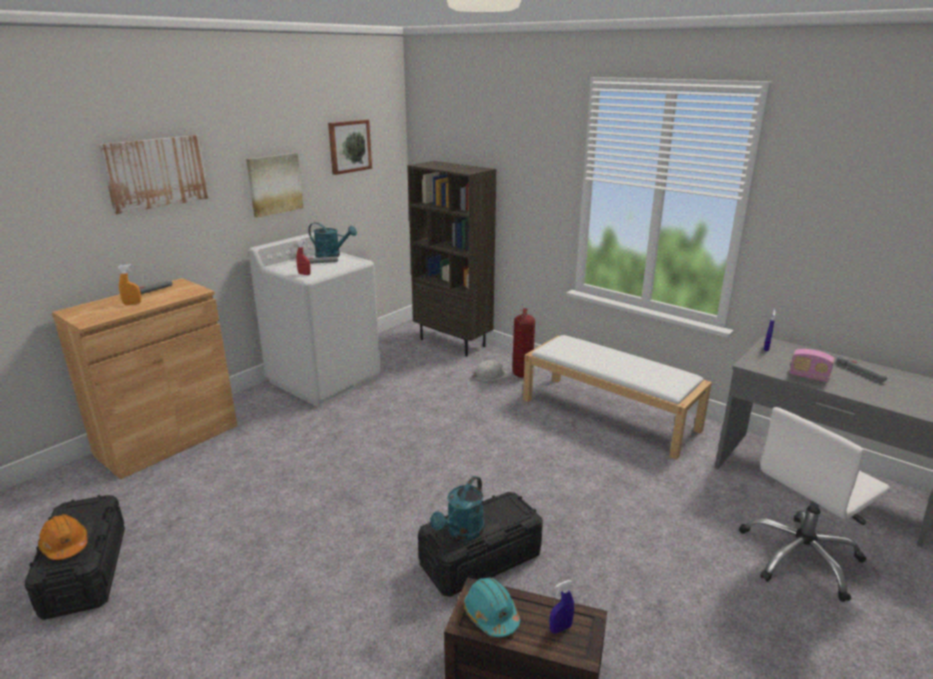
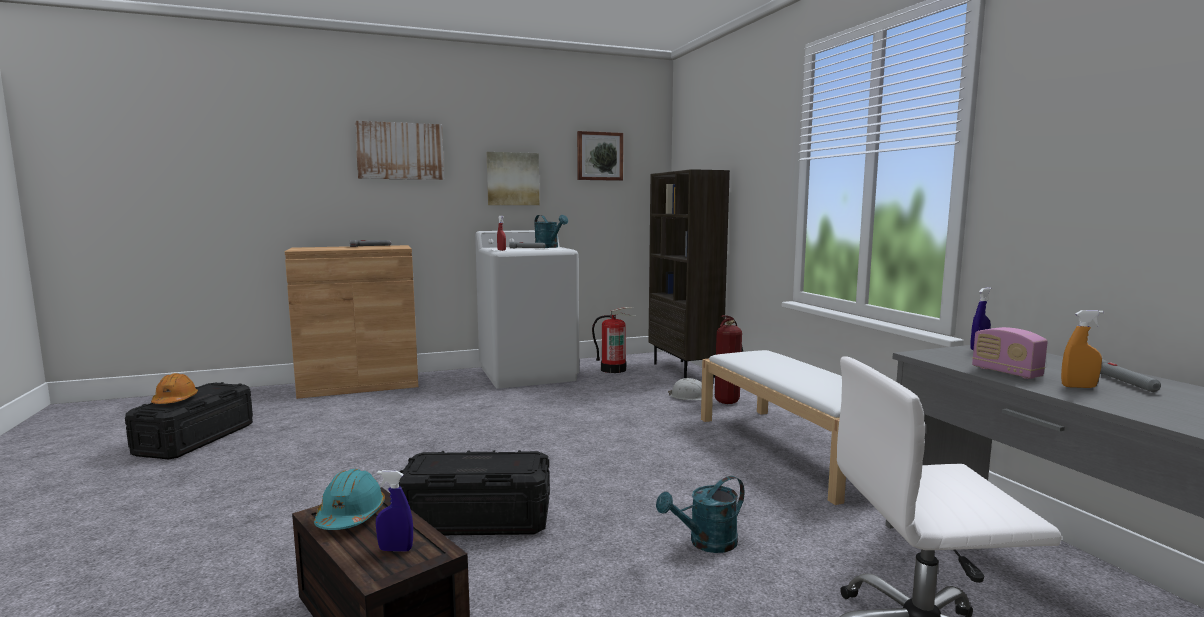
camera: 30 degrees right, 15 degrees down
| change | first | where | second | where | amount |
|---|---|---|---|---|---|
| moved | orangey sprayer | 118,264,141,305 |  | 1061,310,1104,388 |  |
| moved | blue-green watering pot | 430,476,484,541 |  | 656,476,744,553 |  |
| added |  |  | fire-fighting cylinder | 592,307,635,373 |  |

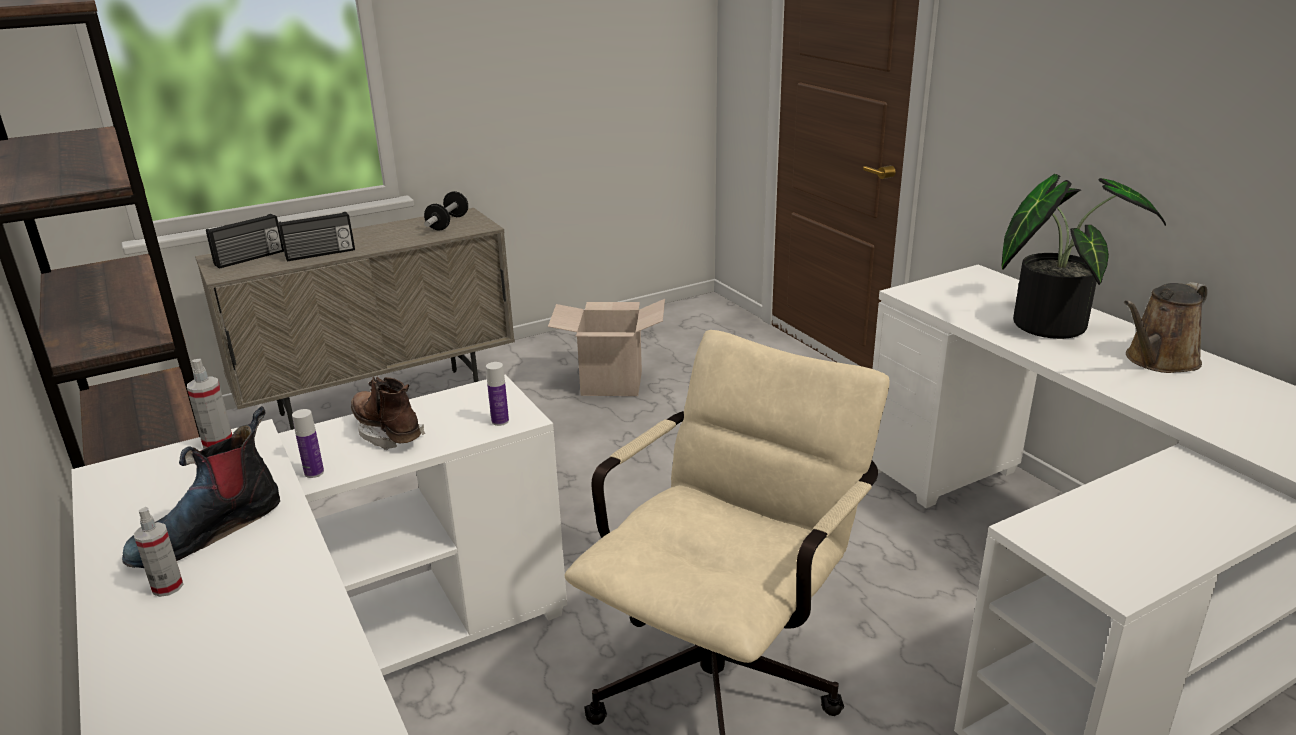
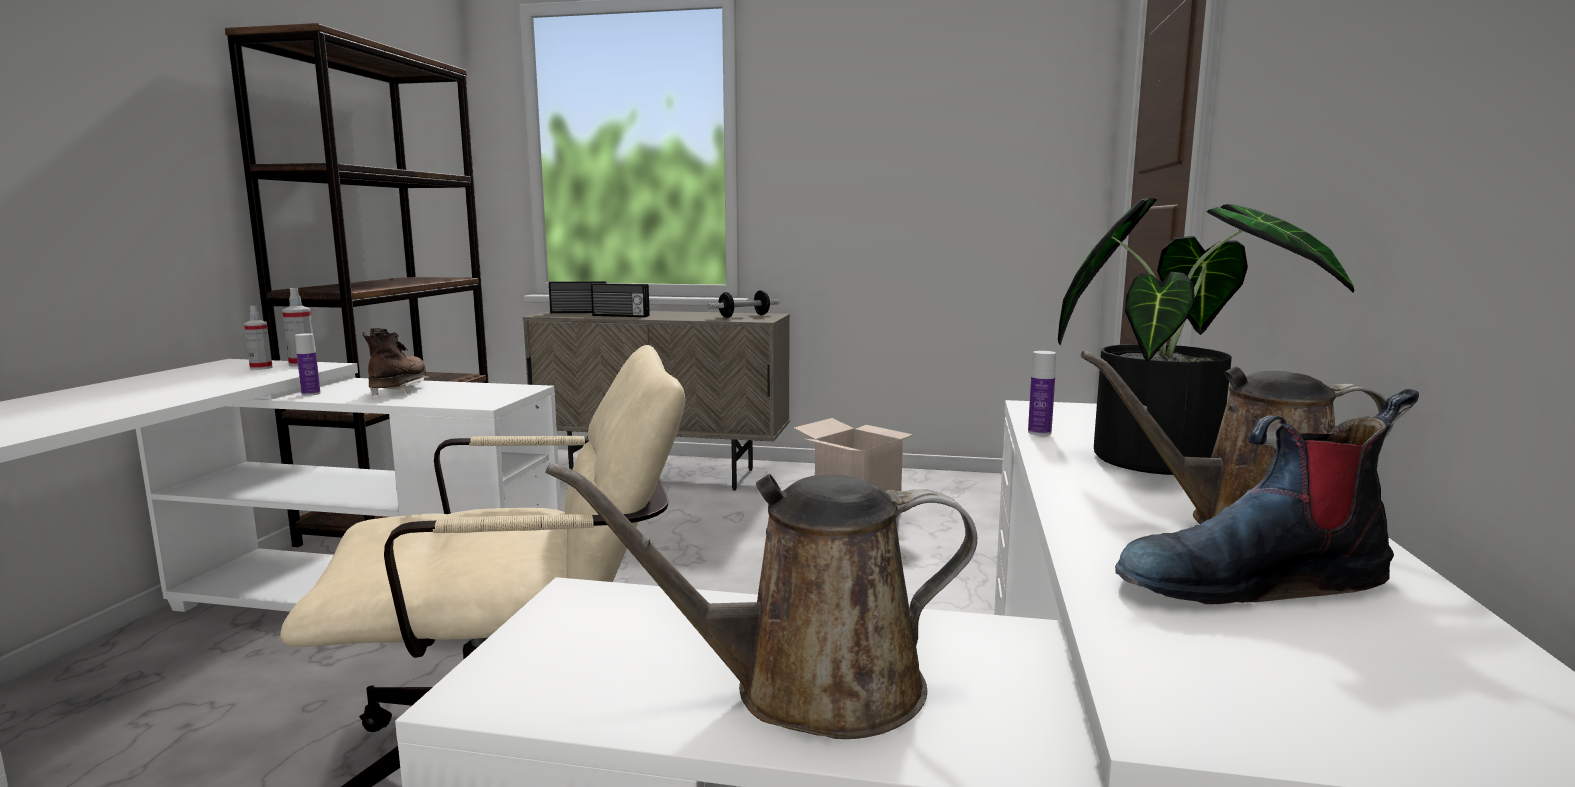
camera: 40 degrees right, 15 degrees down
| change | first | where | second | where | amount |
|---|---|---|---|---|---|
| moved | high-top boot | 122,406,280,568 |  | 1115,389,1419,604 |  |
| moved | sprayer | 134,507,183,597 |  | 244,305,273,370 |  |
| moved | beverage bottle | 486,362,509,426 |  | 1028,351,1056,436 |  |
| added |  |  | brown-coloured watering pot | 545,462,977,739 |  |

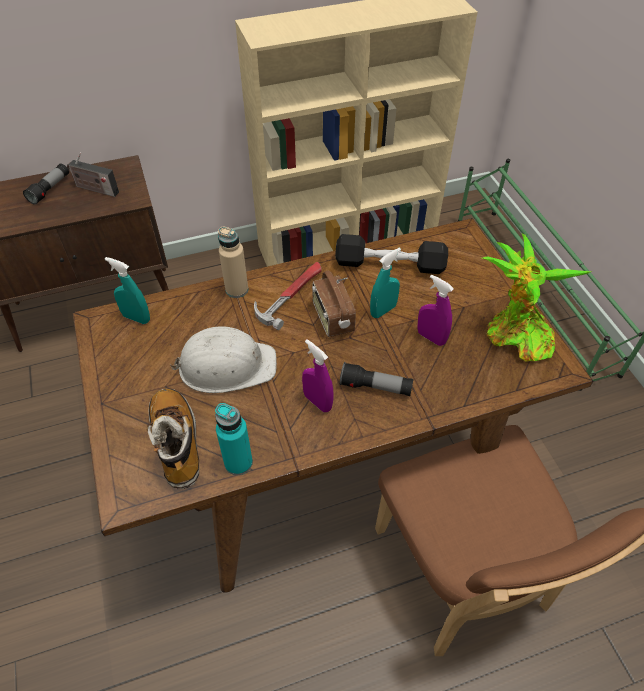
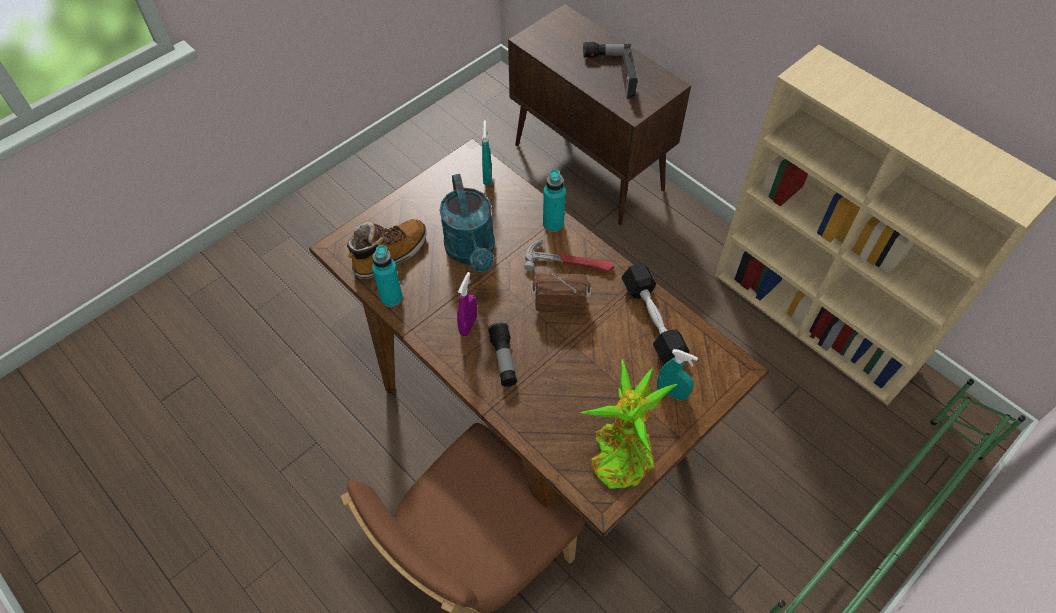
camera: 65 degrees right, 5 degrees up
| change | first | where | second | where | amount |
|---|---|---|---|---|---|
| replaced | white safety helmet | 170,326,277,393 | blue-green watering pot | 439,174,495,272 |  |
| recoloured | sand-coloured beverage bottle | 218,227,248,298 | blue-green beverage bottle | 543,169,566,232 |  |
| turned | radio | 312,271,356,337 |  | 531,273,591,313 | 45 degrees clockwise |
| moved | blue-green sprayer | 370,248,401,318 |  | 657,349,698,401 |  |
| removed | purple sprayer | 417,275,454,346 |  |  |  |

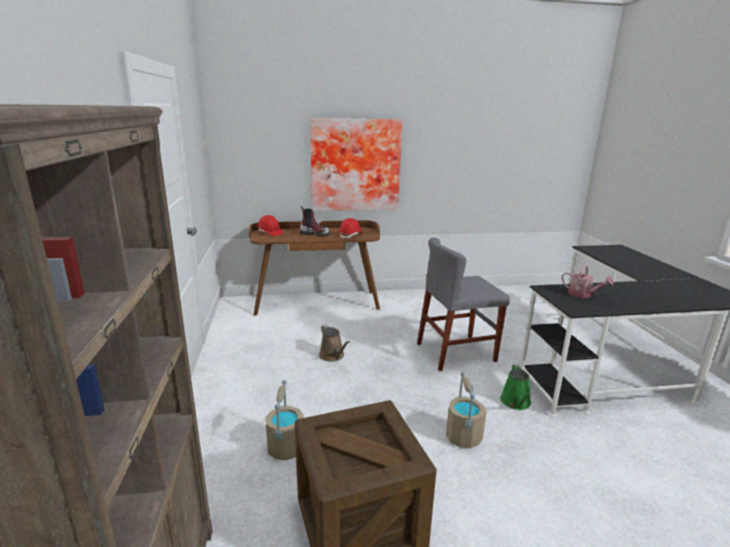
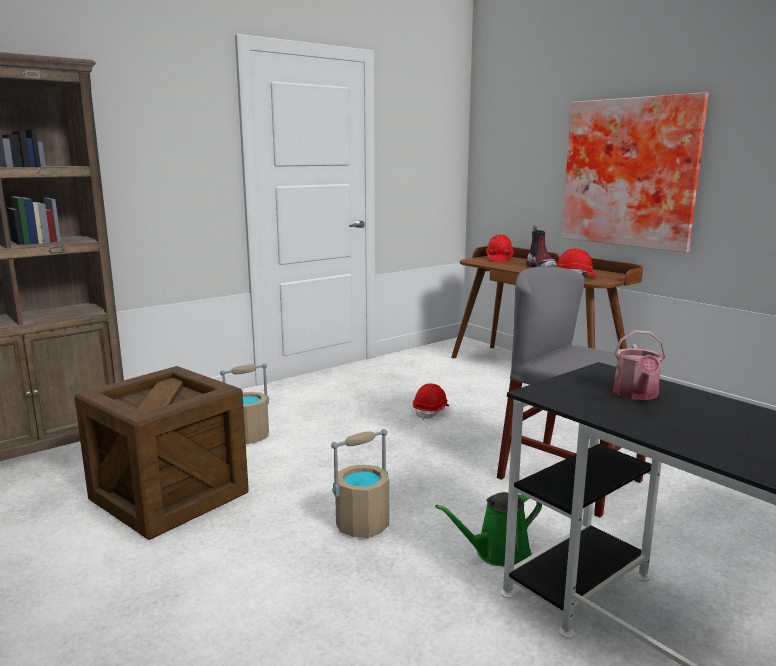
camera: 60 degrees right, 5 degrees down
| change | first | where | second | where | amount |
|---|---|---|---|---|---|
| replaced | brown-coloured watering pot | 319,325,350,362 | reddish safety helmet | 413,383,449,420 |  |

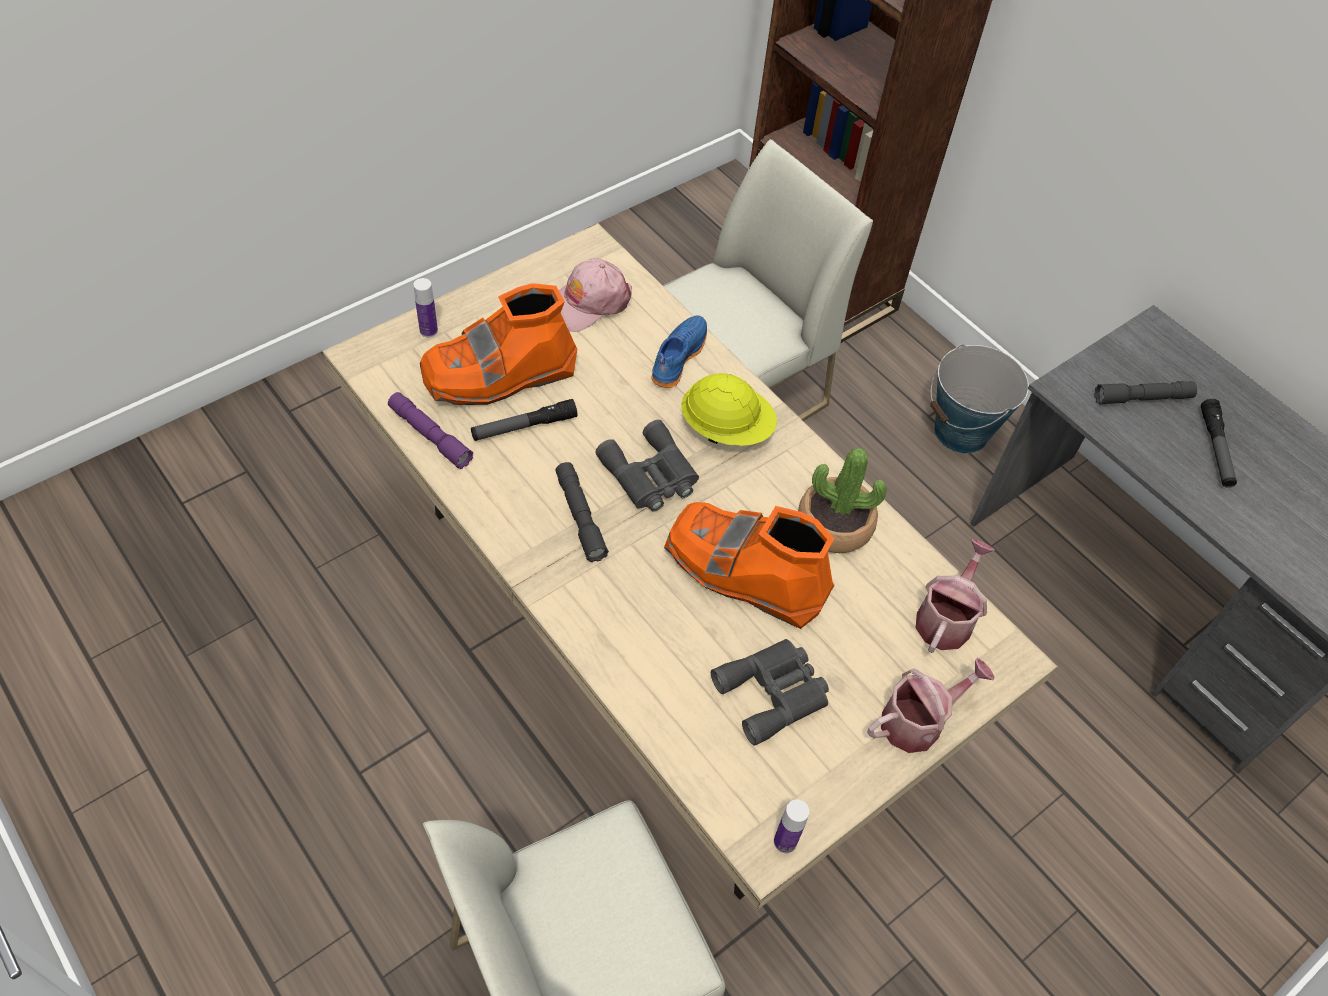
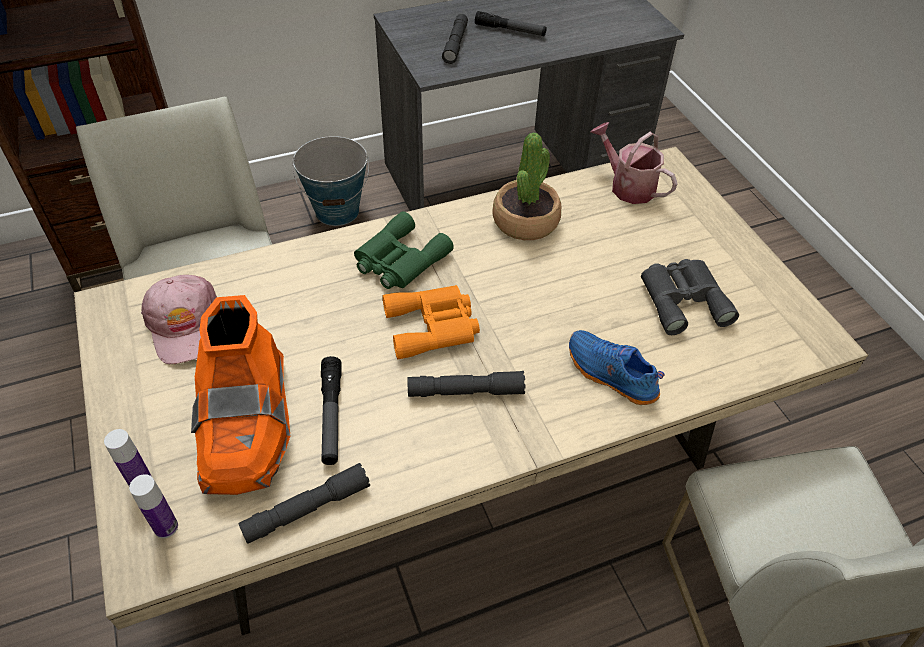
camera: 70 degrees left, 5 degrees down
| change | first | where | second | where | amount |
|---|---|---|---|---|---|
| recoloured | purple torch | 388,392,473,469 | greyish torch | 238,463,370,544 |  |
| recoloured | greyish pair of binoculars | 595,420,699,512 | orangey pair of binoculars | 382,285,480,360 |  |
| moved | blue-coloured item of footwear | 651,315,707,388 |  | 569,330,665,405 |  |
| removed | orangey high-top boot | 664,502,834,629 |  |  |  |
| replaced | yellowish safety helmet | 681,373,777,446 | green pair of binoculars | 354,211,454,289 |  |
| moved | beverage bottle | 774,799,810,853 |  | 129,474,178,538 |  |
| removed | watering pot | 867,658,995,753 |  |  |  |

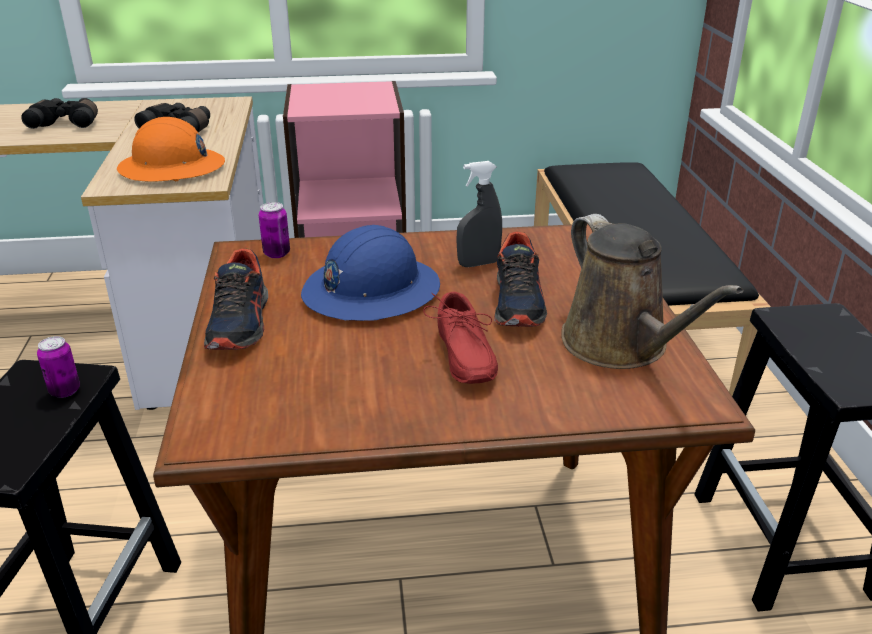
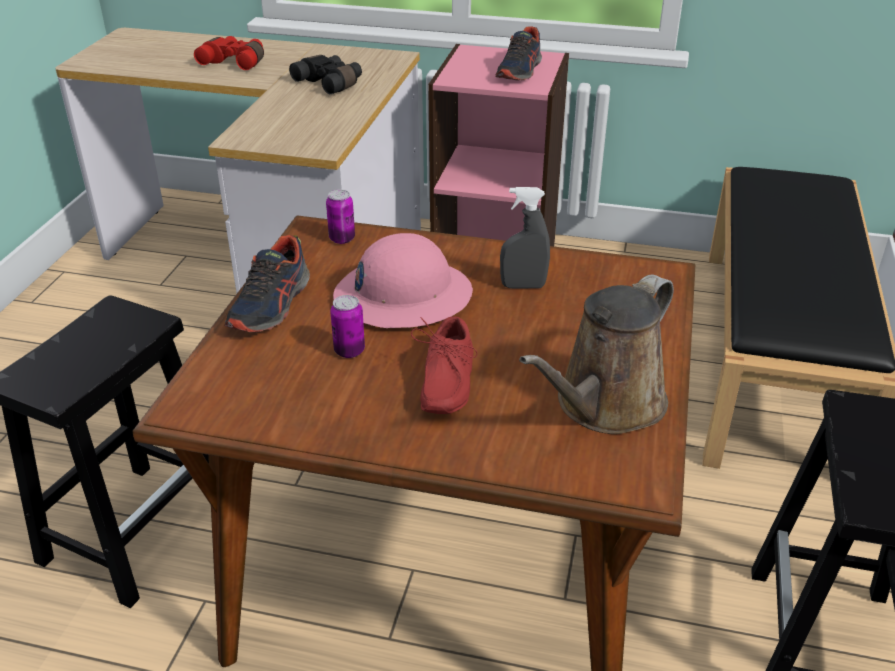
camera: 20 degrees right, 5 degrees up
| change | first | where | second | where | amount |
|---|---|---|---|---|---|
| recoloured | blackish pair of binoculars | 21,98,98,129 | reddish pair of binoculars | 194,36,264,70 |  |
| moved | sealed can | 37,336,80,398 |  | 330,295,365,358 |  |
| removed | orangey safety helmet | 117,117,225,182 |  |  |  |
| recoloured | blue-coloured safety helmet | 301,225,440,321 | pink safety helmet | 333,233,473,328 |  |
| moved | item of footwear | 494,231,547,327 |  | 495,26,542,80 |  |
| turned | brown-coloured watering pot | 561,214,744,369 |  | 519,274,674,434 | 45 degrees clockwise |

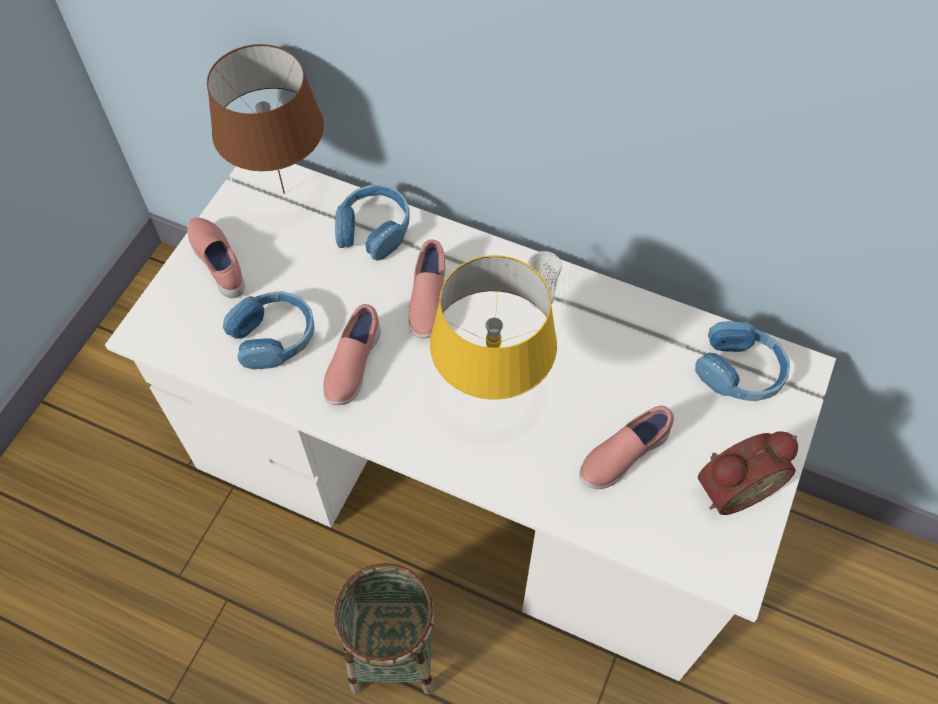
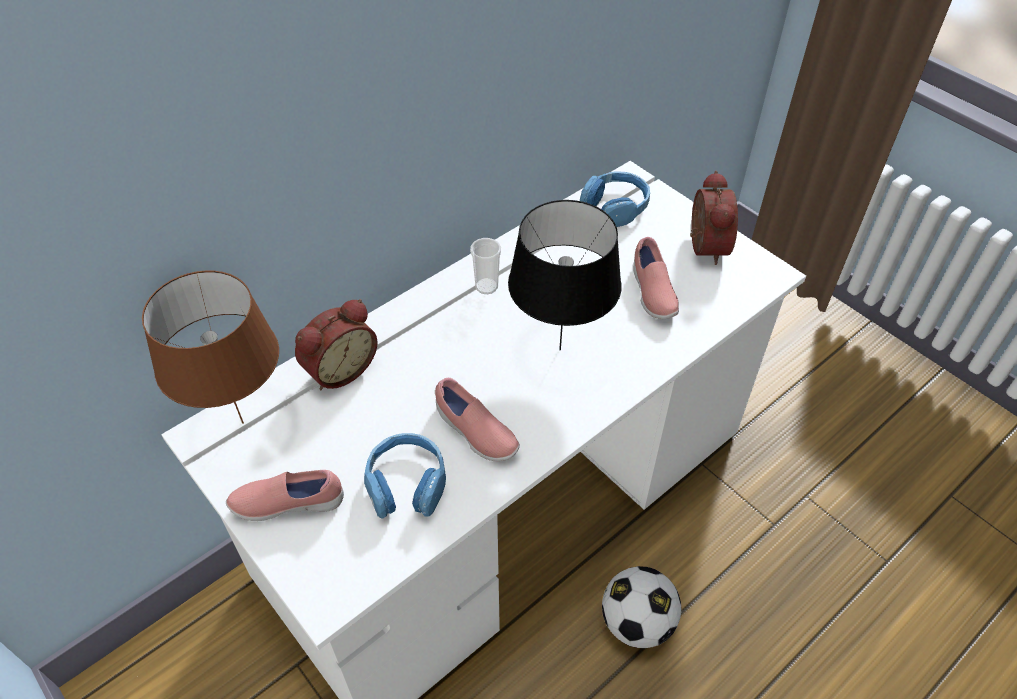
camera: 65 degrees left, 10 degrees down
| change | first | where | second | where | amount |
|---|---|---|---|---|---|
| replaced | basket | 333,563,437,695 | football ball | 602,566,682,648 |  |
| replaced | blue-coloured headset | 335,185,410,261 | bedside clock | 295,299,378,390 |  |
| removed | pink item of footwear | 409,239,446,338 |  |  |  |
| recoloured | yellowish lamp for a table | 430,255,557,400 | blackish lamp for a table | 508,200,622,350 |  |

